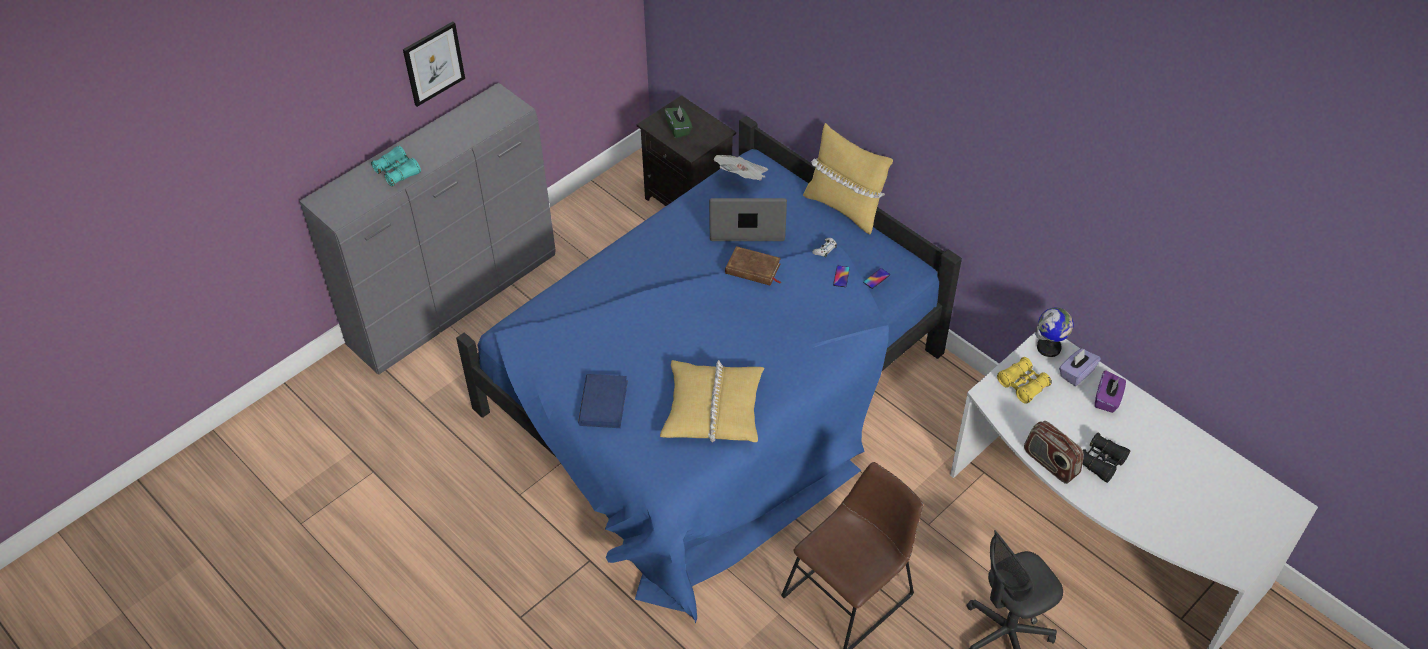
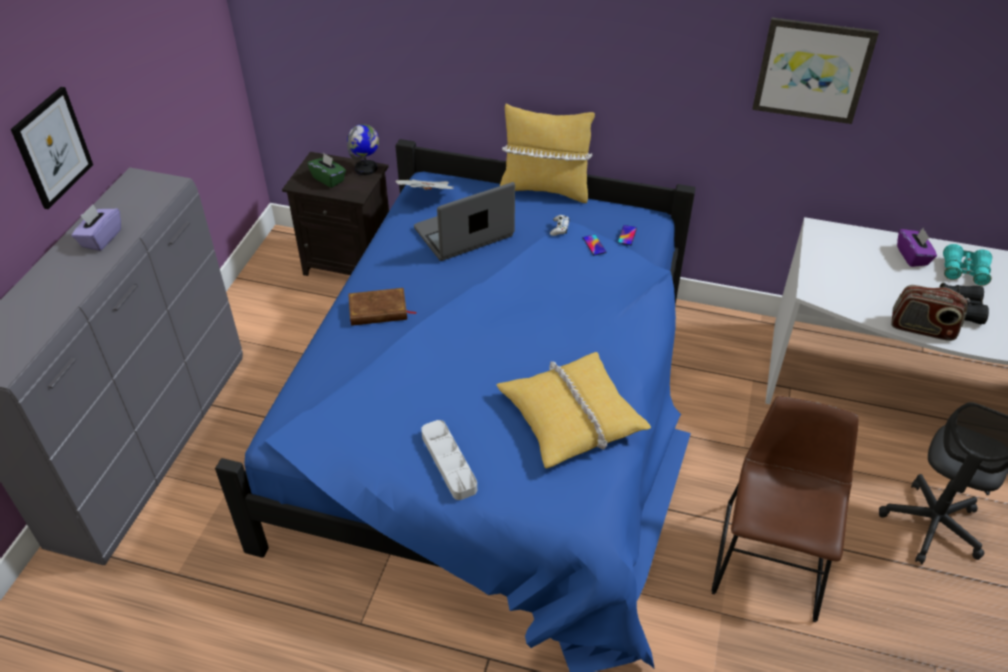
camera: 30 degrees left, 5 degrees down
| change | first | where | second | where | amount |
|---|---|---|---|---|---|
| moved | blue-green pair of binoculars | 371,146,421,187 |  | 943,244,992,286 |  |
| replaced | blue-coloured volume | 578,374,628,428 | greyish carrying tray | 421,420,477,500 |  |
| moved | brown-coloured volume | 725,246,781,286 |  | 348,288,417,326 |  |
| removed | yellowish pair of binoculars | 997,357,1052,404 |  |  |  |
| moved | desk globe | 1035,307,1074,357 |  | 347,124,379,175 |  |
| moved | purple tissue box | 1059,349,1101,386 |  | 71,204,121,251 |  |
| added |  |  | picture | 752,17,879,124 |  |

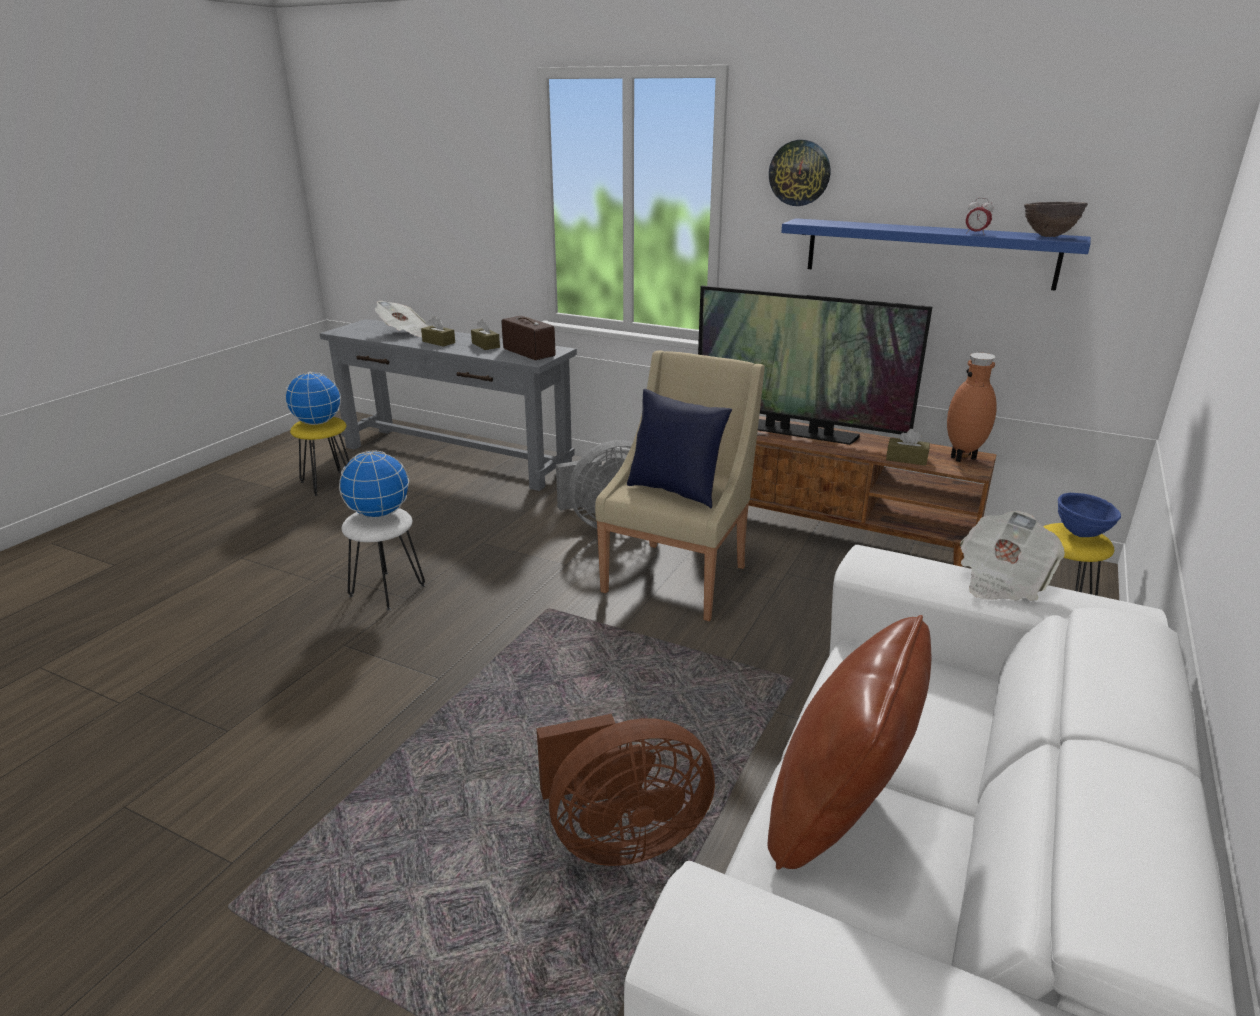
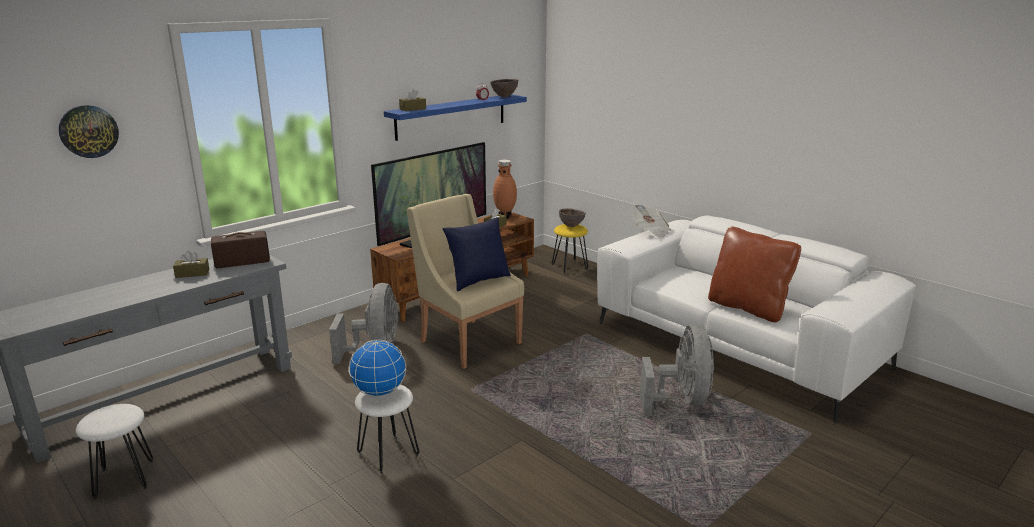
camera: 70 degrees left, 5 degrees down
| change | first | where | second | where | amount |
|---|---|---|---|---|---|
| removed | desk globe | 285,372,341,425 |  |  |  |
| recoloured | yellowish sitting stool | 290,417,349,496 | white sitting stool | 76,404,154,499 |  |
| removed | printed paper | 375,301,429,337 |  |  |  |
| moved | brown-coloured tissue box | 421,316,455,347 |  | 399,89,426,111 |  |
| recoloured | brown-coloured cooling fan | 537,714,715,866 | greyish cooling fan | 640,324,714,415 |  |
| moved | hanging clock | 769,140,830,206 |  | 59,105,119,158 |  |
| recoloured | blue-coloured deep dish | 1058,493,1121,537 | brown-coloured deep dish | 559,208,586,227 |  |

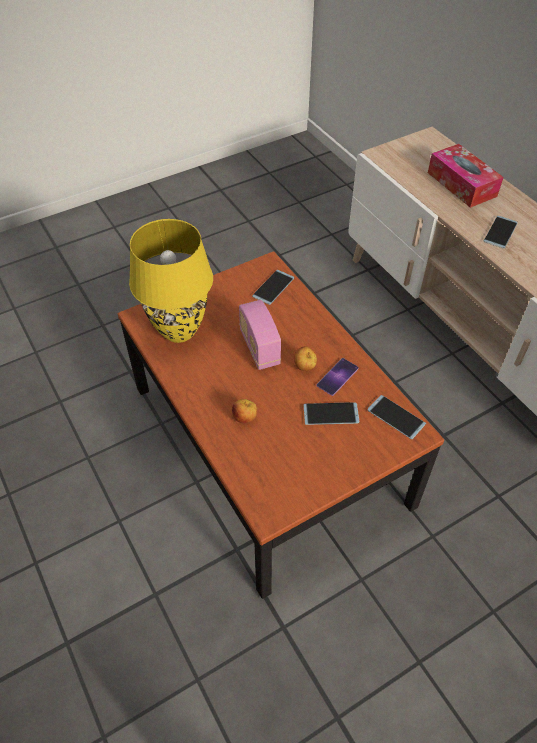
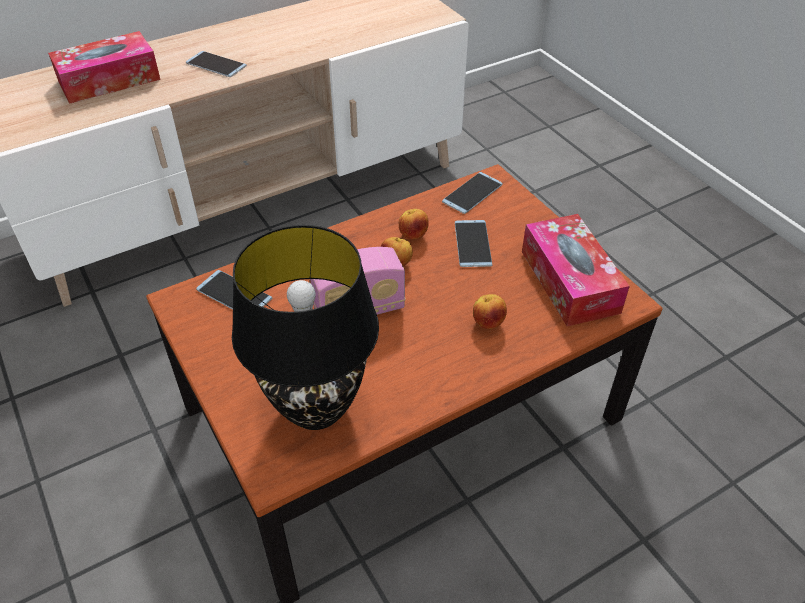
camera: 90 degrees left, 5 degrees down
| change | first | where | second | where | amount |
|---|---|---|---|---|---|
| recoloured | yellowish lamp for a table | 129,219,213,343 | blackish lamp for a table | 232,225,379,430 |  |
| replaced | handset | 316,358,359,396 | whole apple | 399,209,429,240 |  |
| added |  |  | tissue box | 522,214,630,326 |  |

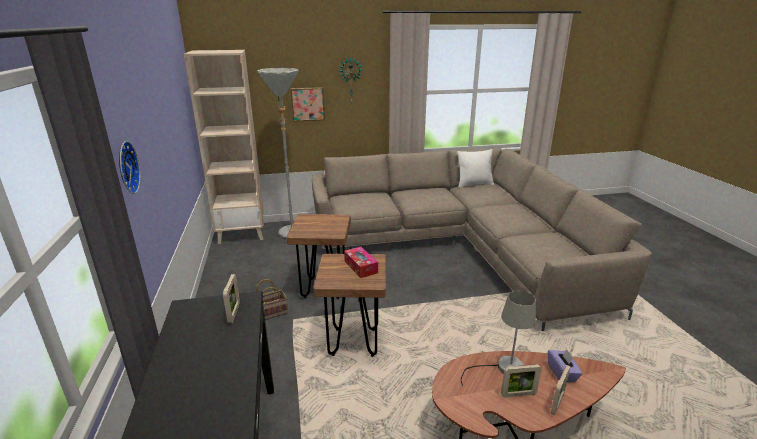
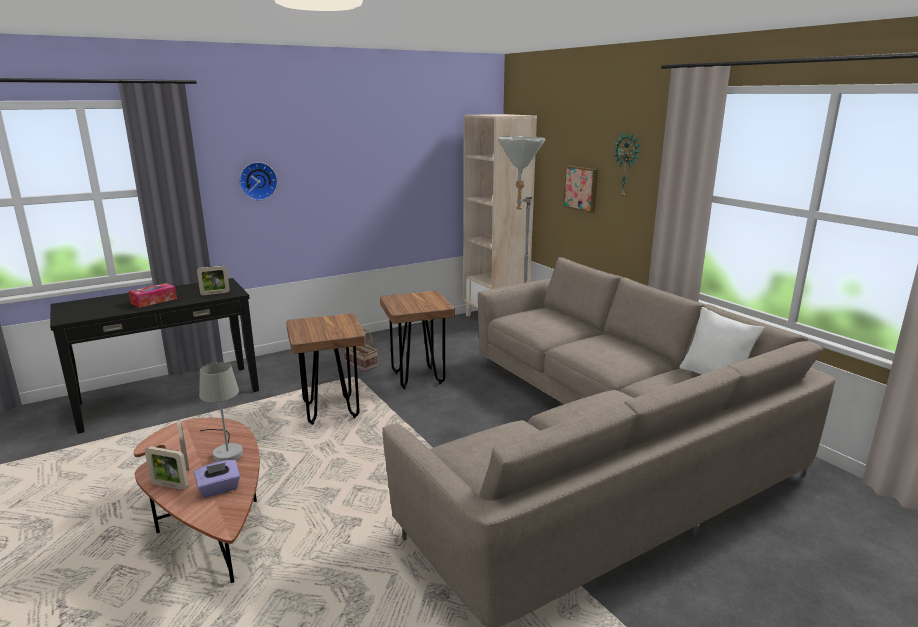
camera: 70 degrees right, 5 degrees down
| change | first | where | second | where | amount |
|---|---|---|---|---|---|
| moved | tissue box | 344,247,378,278 |  | 129,283,177,308 |  |

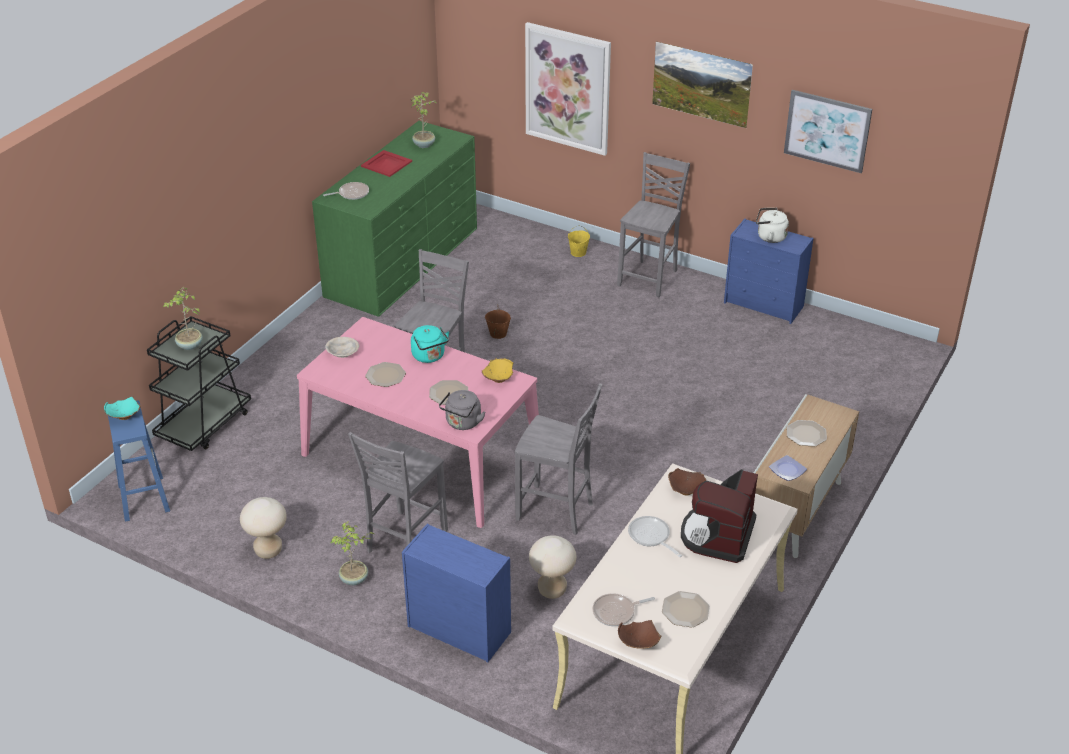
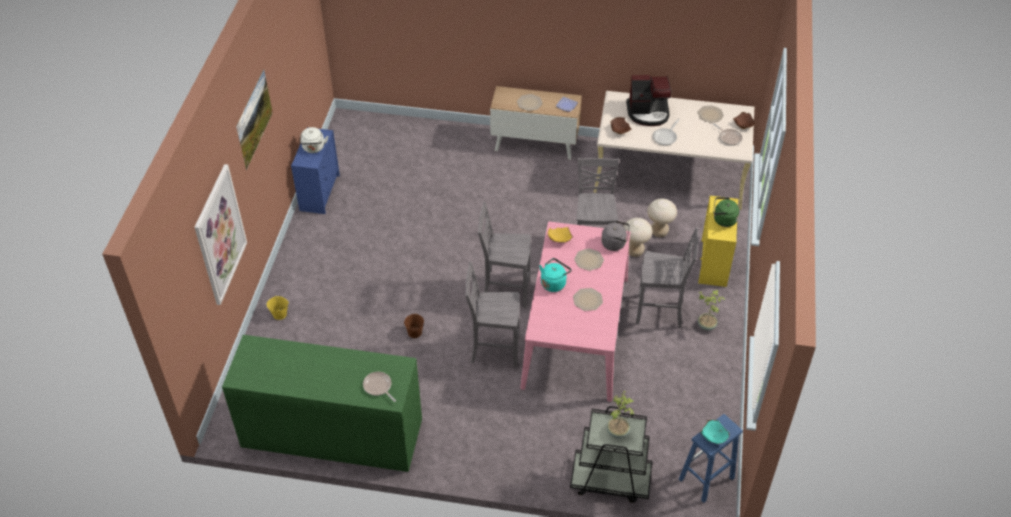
camera: 110 degrees left, 10 degrees up
| change | first | where | second | where | amount |
|---|---|---|---|---|---|
| moved | sand-coloured sitting stool | 240,497,287,559 |  | 623,218,653,257 |  |
| removed | sand-coloured deep dish | 325,337,359,358 |  |  |  |
| removed | reddish carrying tray | 361,150,412,177 |  |  |  |
| recoloured | blue-coloured chest of drawers | 402,523,511,662 | yellowish chest of drawers | 698,196,739,287 |  |
| removed | plant in a pot | 411,92,437,148 |  |  |  |
| moved | greyish chair | 617,152,690,297 |  | 478,202,531,308 |  |
| removed | picture | 784,90,872,173 |  |  |  |
| added |  |  | green tea kettle | 713,197,739,227 |  |

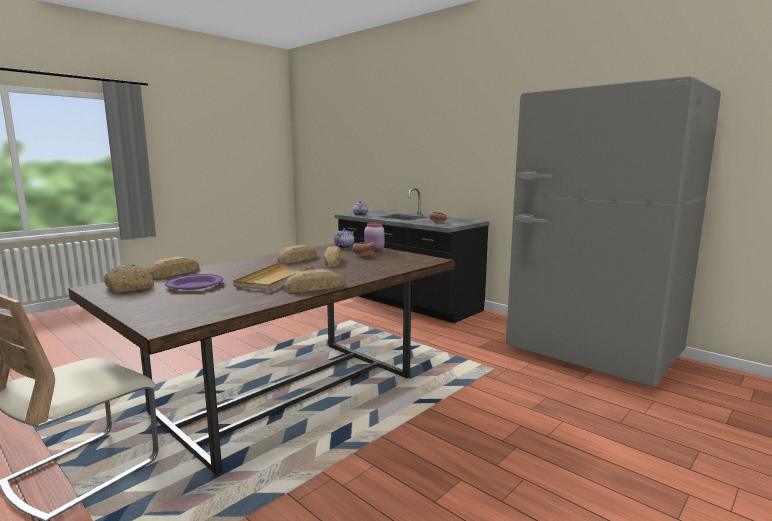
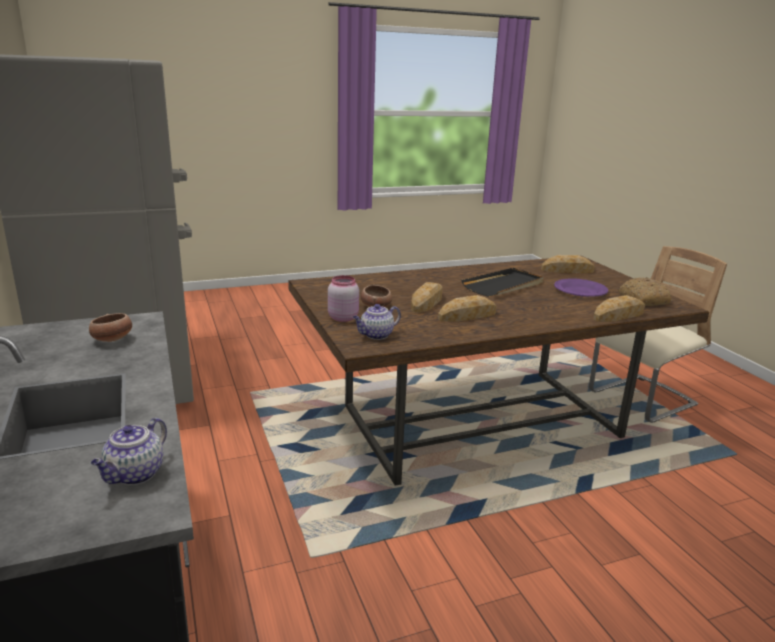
camera: 155 degrees left, 10 degrees up
| change | first | where | second | where | amount |
|---|---|---|---|---|---|
| recoloured | sand-coloured carrying tray | 233,262,315,291 | blackish carrying tray | 461,268,544,297 |  |
| moved | bakery bread | 284,269,344,292 |  | 541,255,595,273 |  |

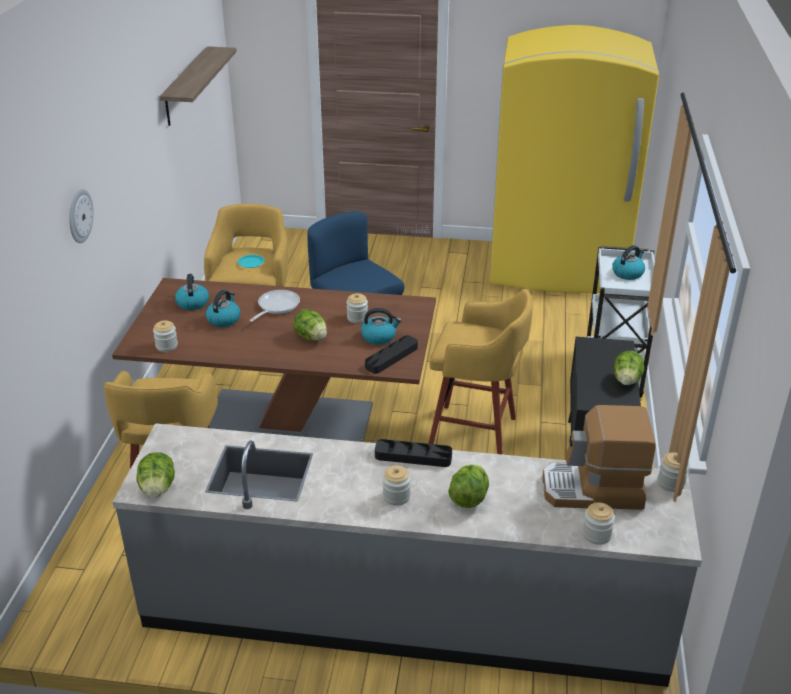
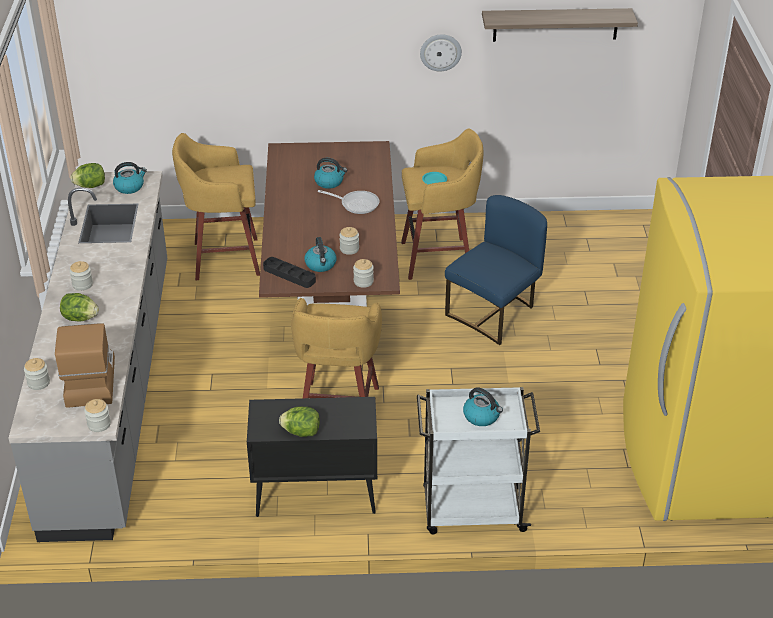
camera: 80 degrees right, 5 degrees up
| change | first | where | second | where | amount |
|---|---|---|---|---|---|
| moved | hanging clock | 69,189,94,243 |  | 420,34,462,71 |  |
| moved | storage jar | 153,320,178,352 |  | 353,259,374,288 |  |
| moved | tea kettle | 175,274,209,310 |  | 113,162,147,194 |  |
| removed | lettuce | 293,309,327,341 |  |  |  |
| removed | blackish carrying tray | 375,439,452,467 |  |  |  |

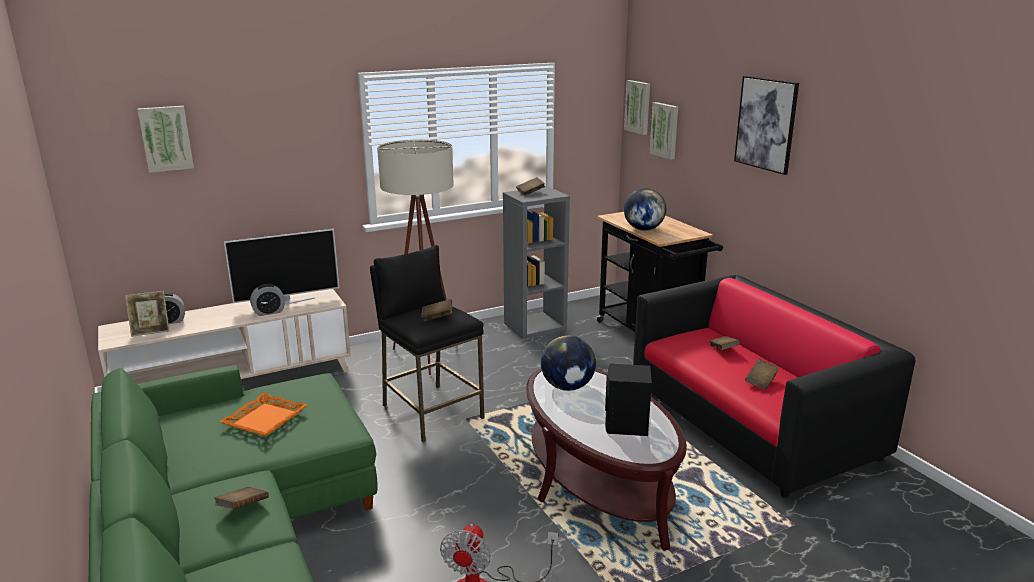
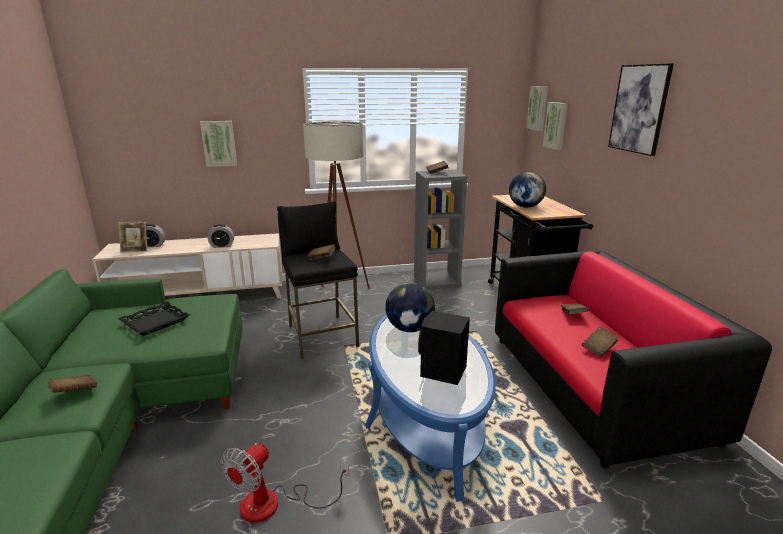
camera: 15 degrees right, 0 degrees up
| change | first | where | second | where | amount |
|---|---|---|---|---|---|
| moved | picture | 137,106,194,173 |  | 200,121,237,167 |  |
| recoloured | orangey carrying tray | 219,393,308,437 | blackish carrying tray | 118,301,190,336 |  |
| removed | television | 224,229,339,304 |  |  |  |
| recoloured | brown-coloured lounge table | 526,368,687,551 | blue-coloured lounge table | 365,315,496,502 |  |

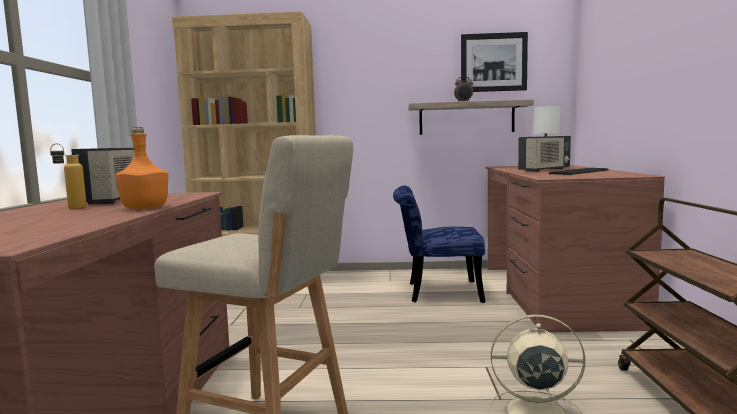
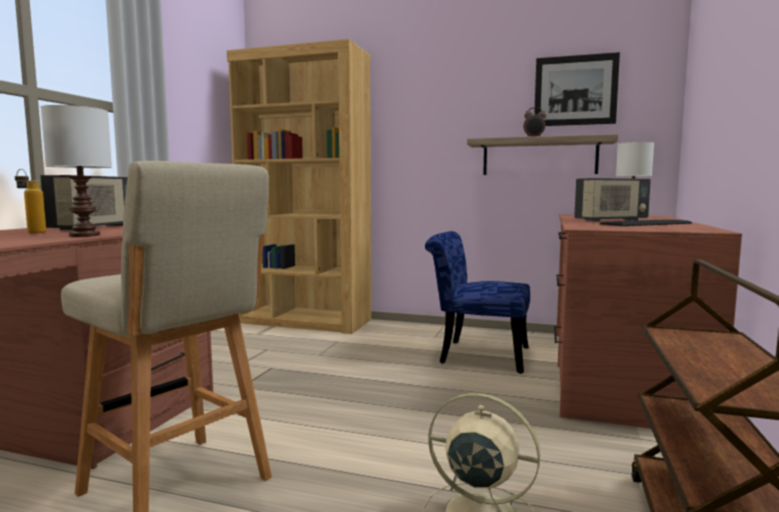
camera: 15 degrees right, 0 degrees up
| change | first | where | second | where | amount |
|---|---|---|---|---|---|
| replaced | orangey beverage bottle | 115,127,168,209 | white lamp for a table | 40,105,112,237 |  |

